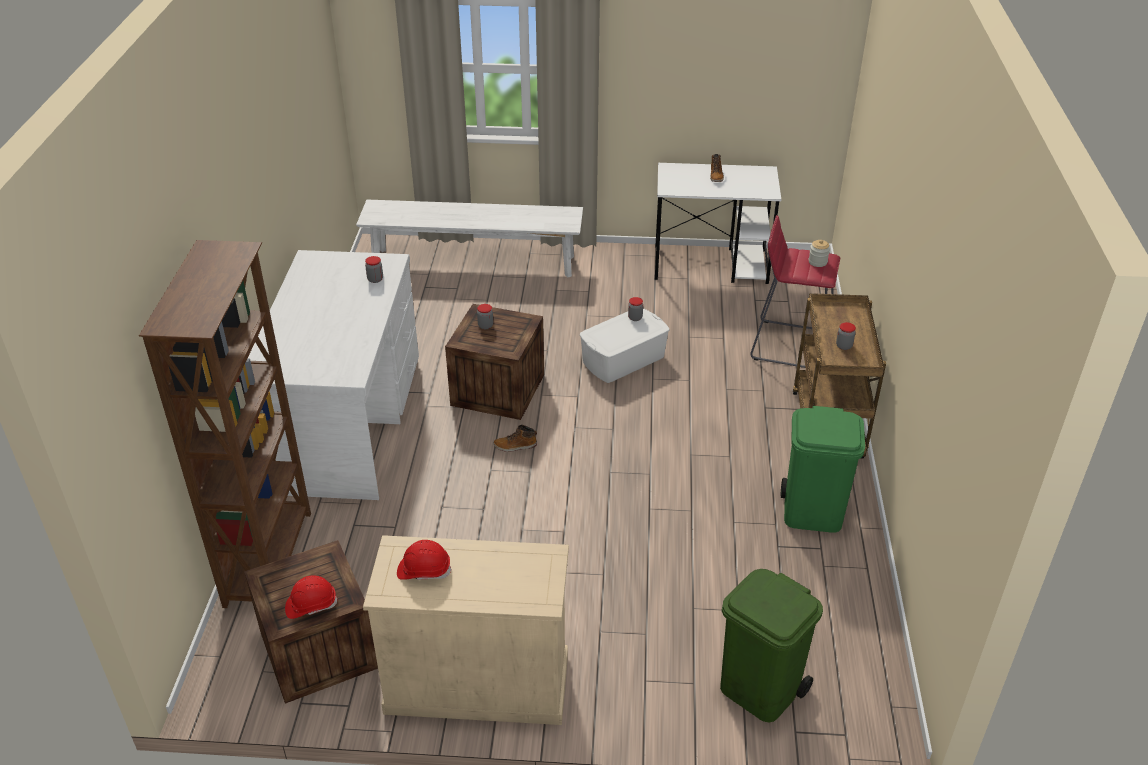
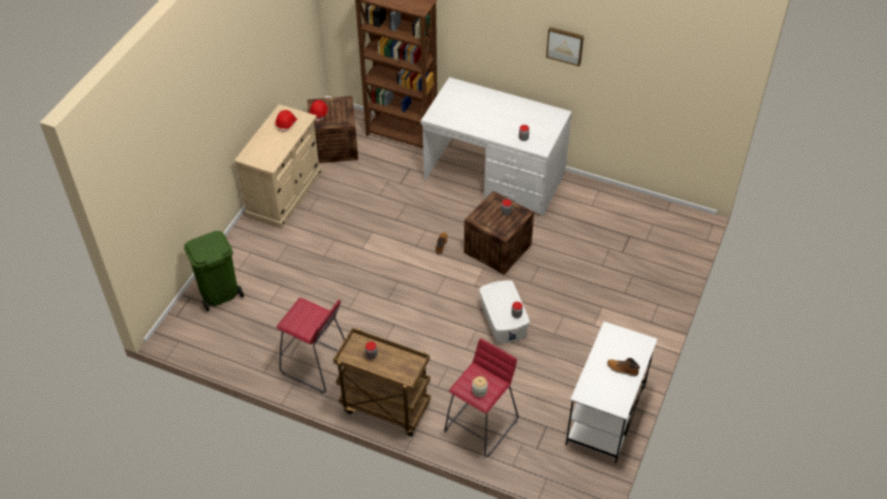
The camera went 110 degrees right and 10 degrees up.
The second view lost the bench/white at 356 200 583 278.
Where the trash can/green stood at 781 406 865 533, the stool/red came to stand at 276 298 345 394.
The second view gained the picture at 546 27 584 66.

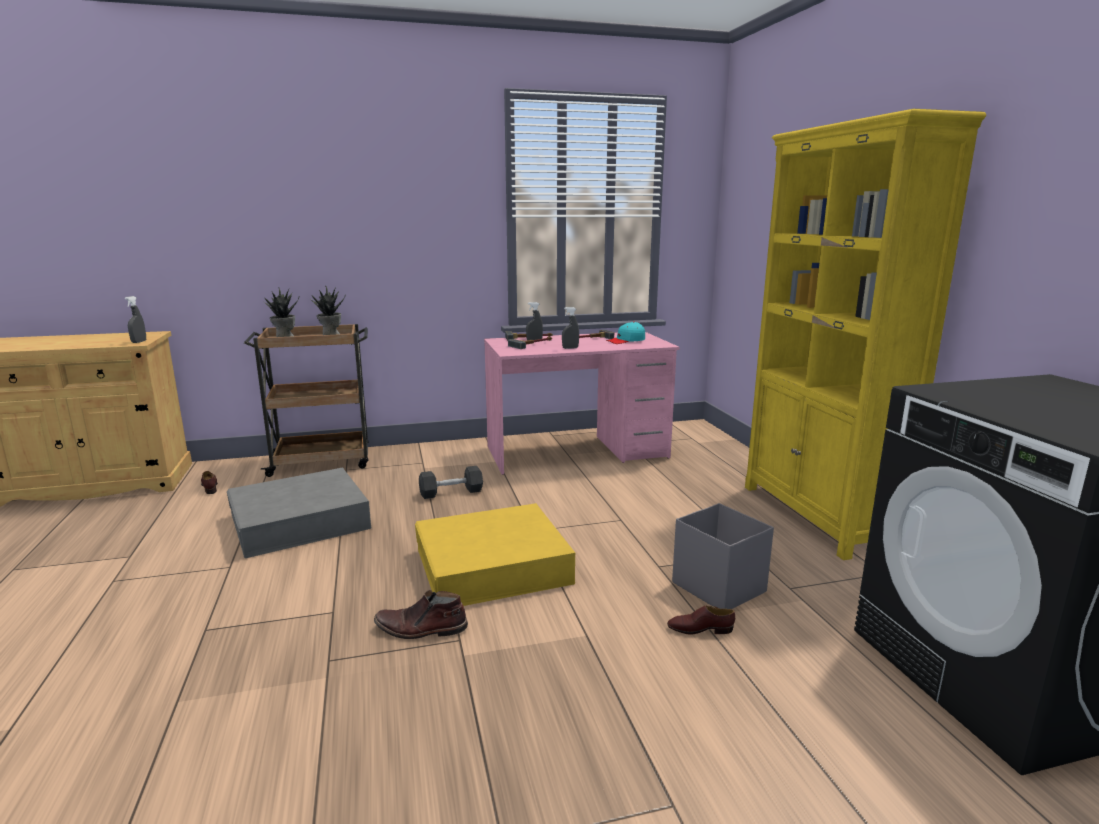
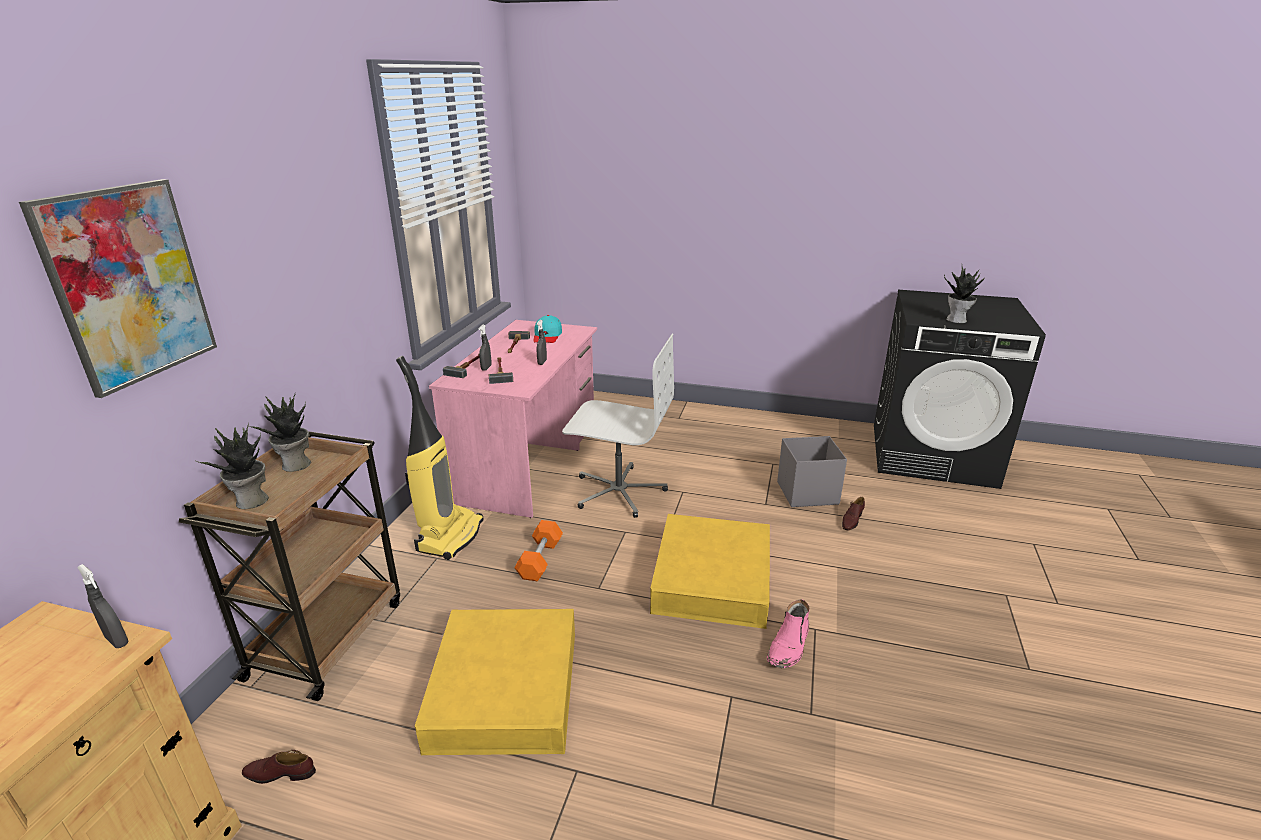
The camera went 60 degrees left and 10 degrees up.
The second view lost the bookcase/yellow at 745 109 986 560.
What was the dumbbell/grey at 419 466 483 499 turned into the dumbbell/orange at 514 520 563 581.
What was the storage box/grey at 227 468 371 558 turned into the storage box/yellow at 415 609 575 755.
What was the boot/brown at 374 590 468 639 turned into the boot/pink at 767 599 810 668.
The second view gained the picture at 19 179 217 398.
The second view gained the potted plant at 944 265 985 323.
The second view gained the office chair/white at 562 334 674 518.
The second view gained the vacuum cleaner at 396 356 484 560.

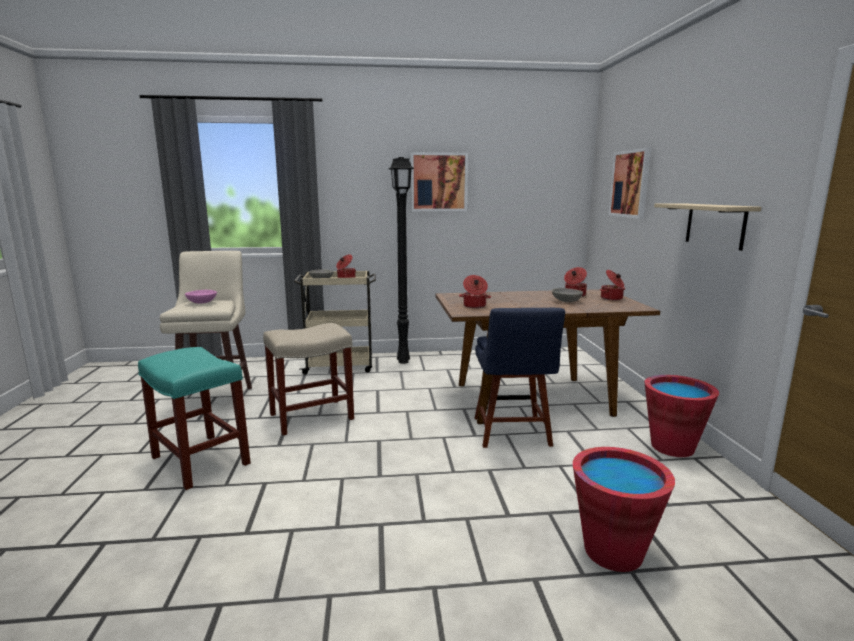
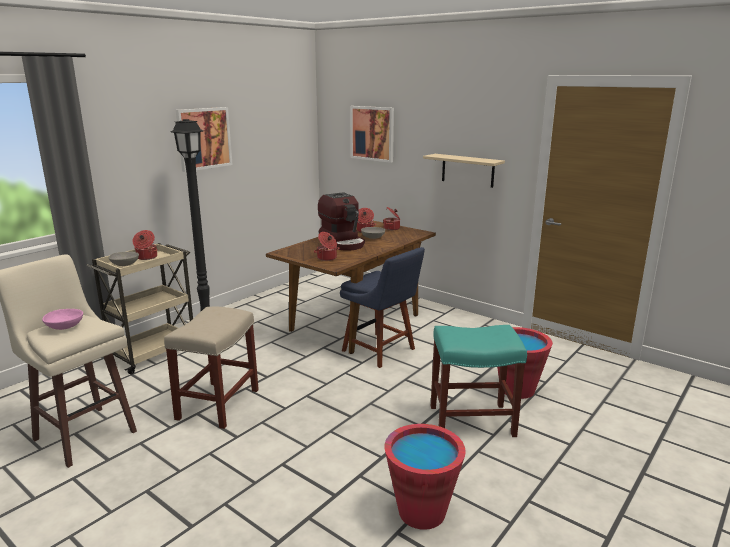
The camera went 45 degrees left and 5 degrees up.
The stool/turquoise ended up elsewhere, having gone from 138 347 251 490 to 431 325 527 437.
The bucket/red ended up elsewhere, having gone from 644 375 719 457 to 384 424 466 530.
The second view gained the coffee machine at 318 192 365 251.

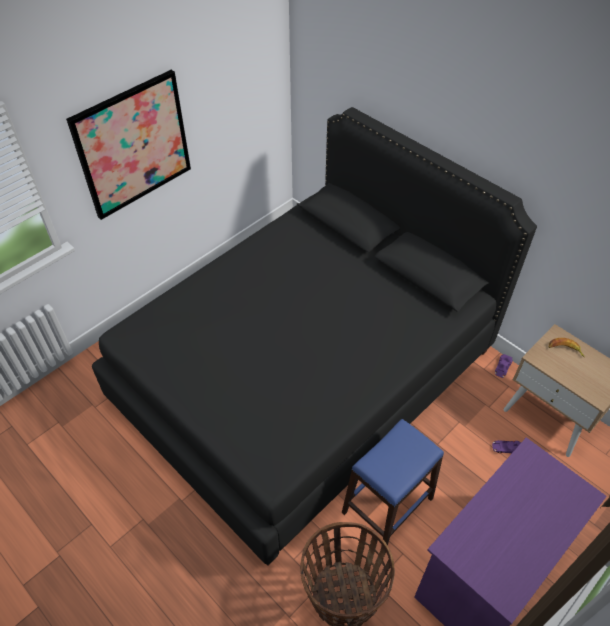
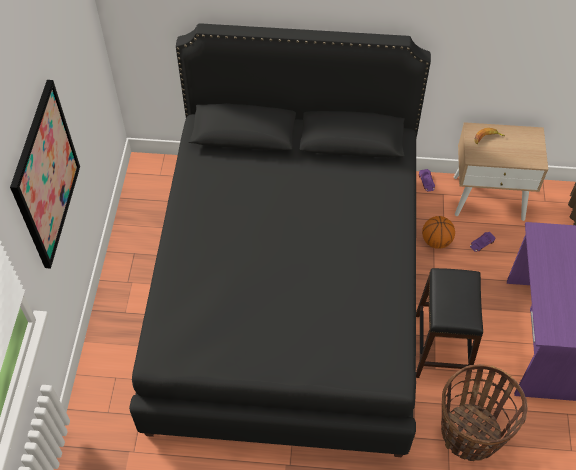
The camera went 40 degrees left and 5 degrees up.
What was the stool/blue at 342 419 444 548 turned into the stool/black at 416 268 483 378.
The second view gained the basketball at 422 216 455 249.

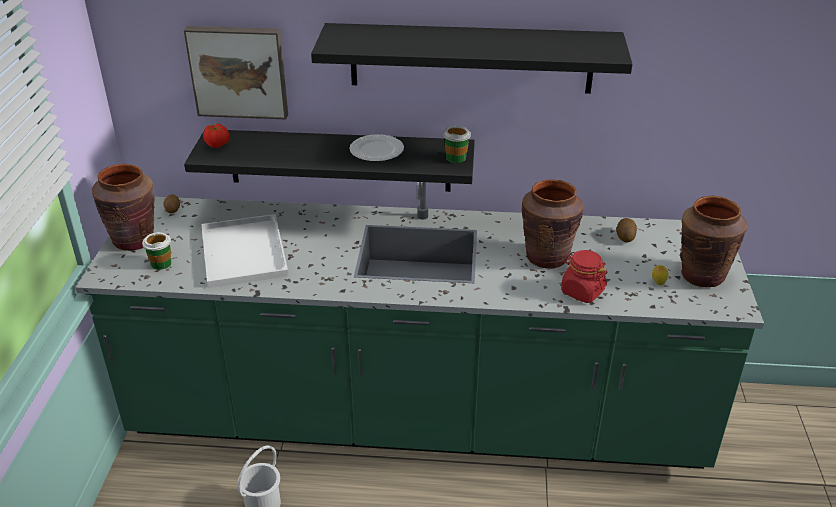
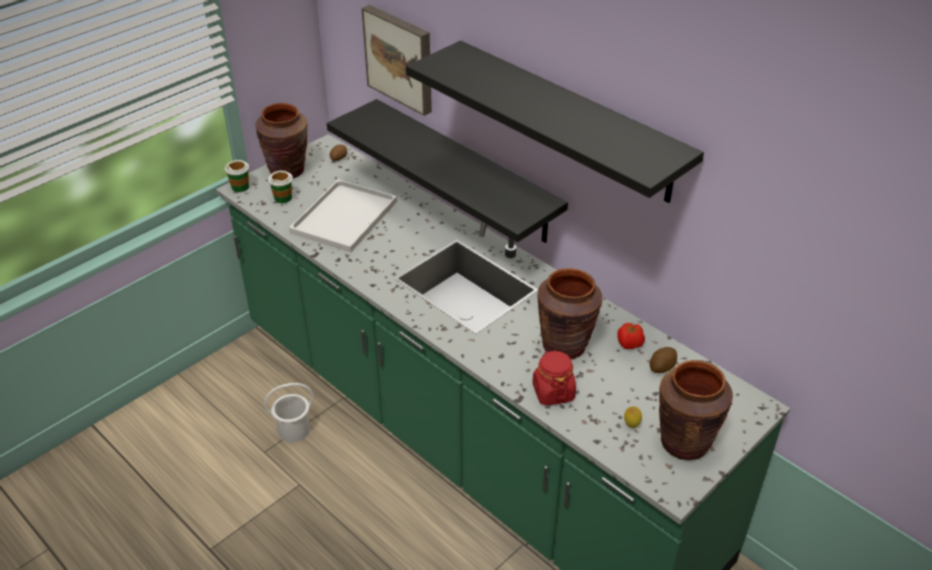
The camera went 40 degrees right and 5 degrees up.
The tomato ended up elsewhere, having gone from 203 123 229 148 to 617 322 645 349.
The cup ended up elsewhere, having gone from 443 126 471 163 to 225 160 249 192.
The second view lost the plate at 349 134 404 162.

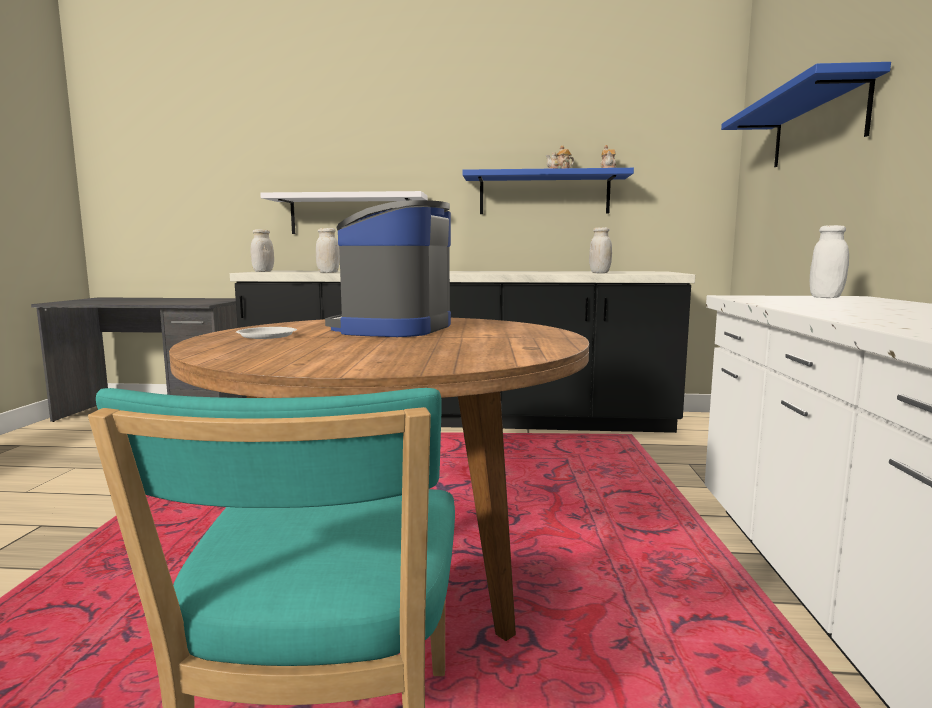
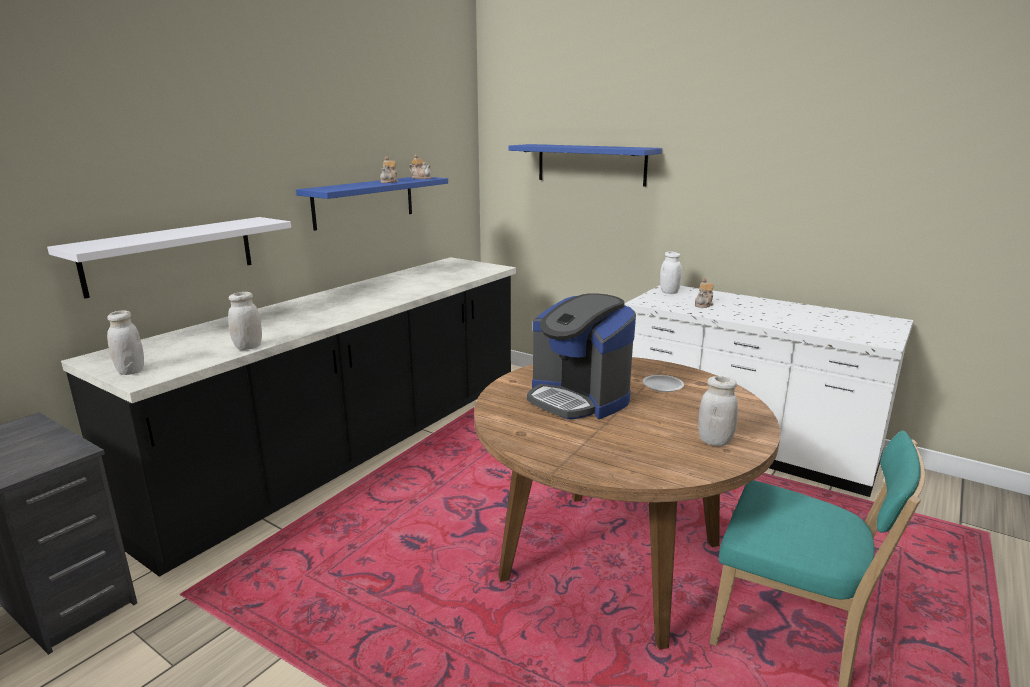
The camera went 60 degrees left and 10 degrees up.
The jar/white ended up elsewhere, having gone from 589 227 612 273 to 698 376 738 446.
The plate/white ended up elsewhere, having gone from 236 327 297 339 to 642 375 684 392.
The second view gained the teapot at 695 278 714 308.

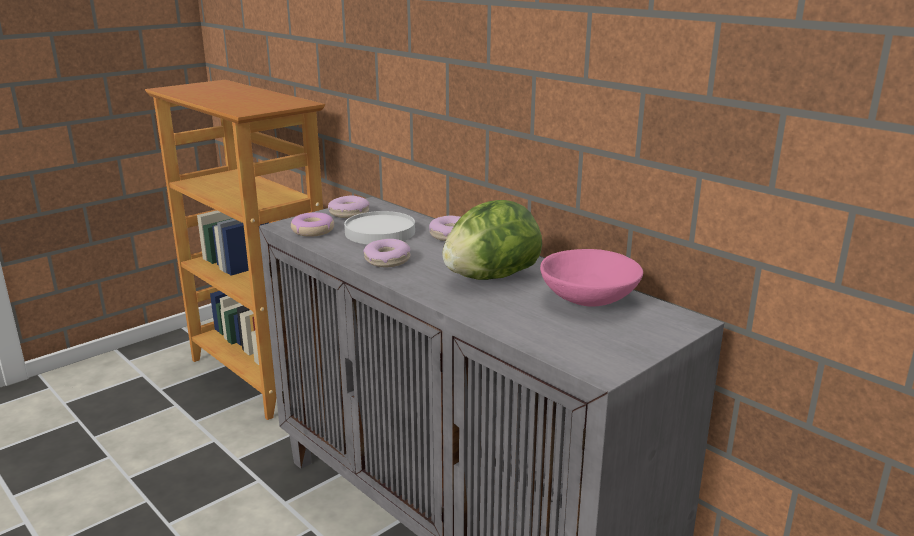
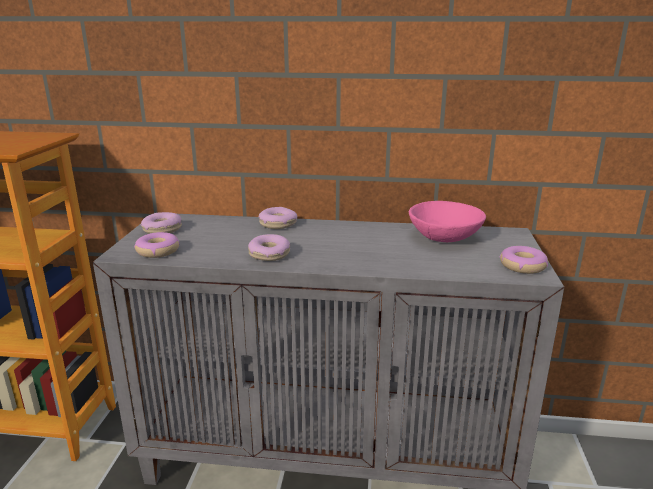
The camera went 40 degrees left and 0 degrees up.
The second view lost the lettuce at 442 200 542 280.
The second view lost the plate/white at 344 211 415 245.
The second view gained the donut at 500 246 548 274.

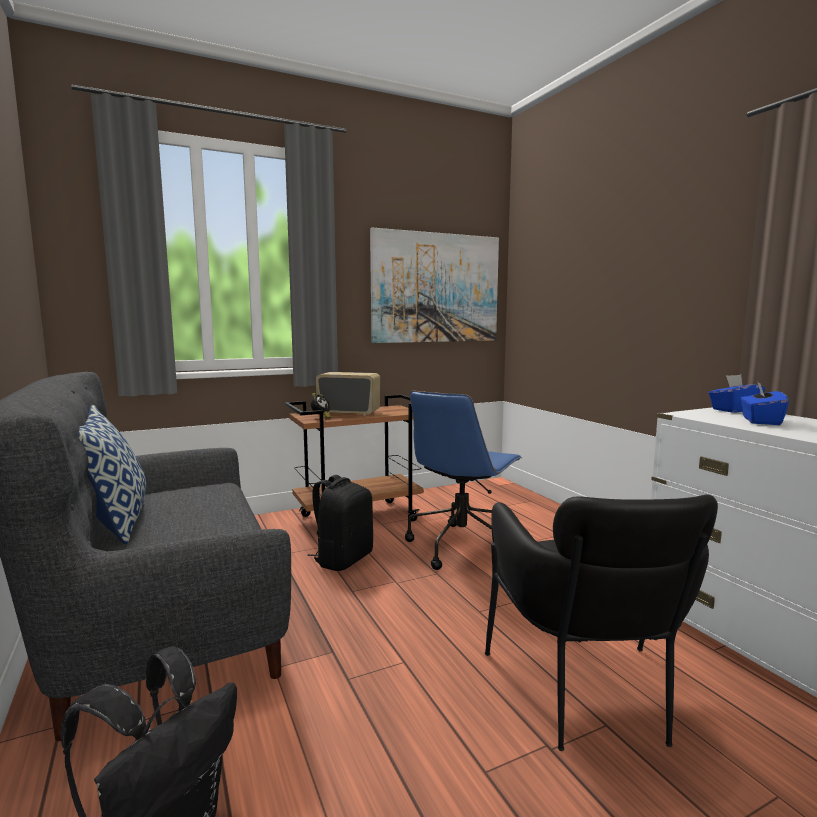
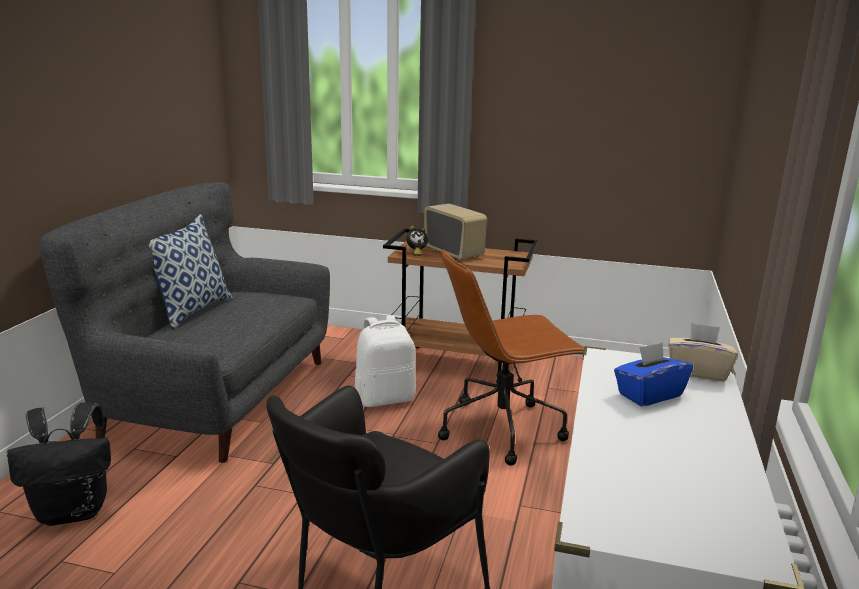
The camera went 40 degrees right and 10 degrees up.
The second view lost the picture at 370 228 499 343.
What was the tissue box/blue at 709 375 765 413 turned into the tissue box/beige at 668 323 738 382.
What was the office chair/blue at 405 391 522 570 turned into the office chair/brown at 438 249 584 466.
What was the backpack/black at 307 475 373 571 turned into the backpack/white at 355 315 416 407.

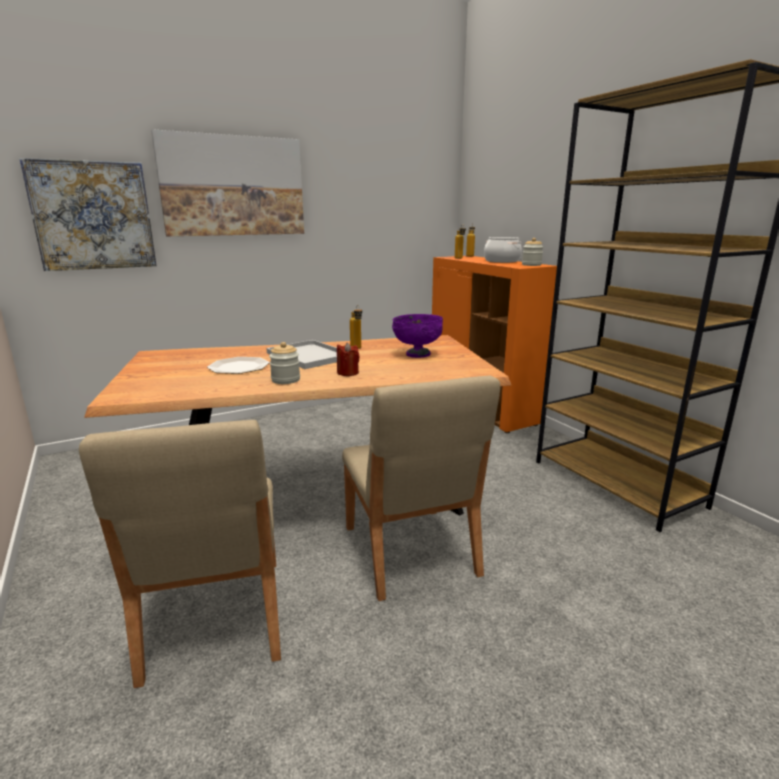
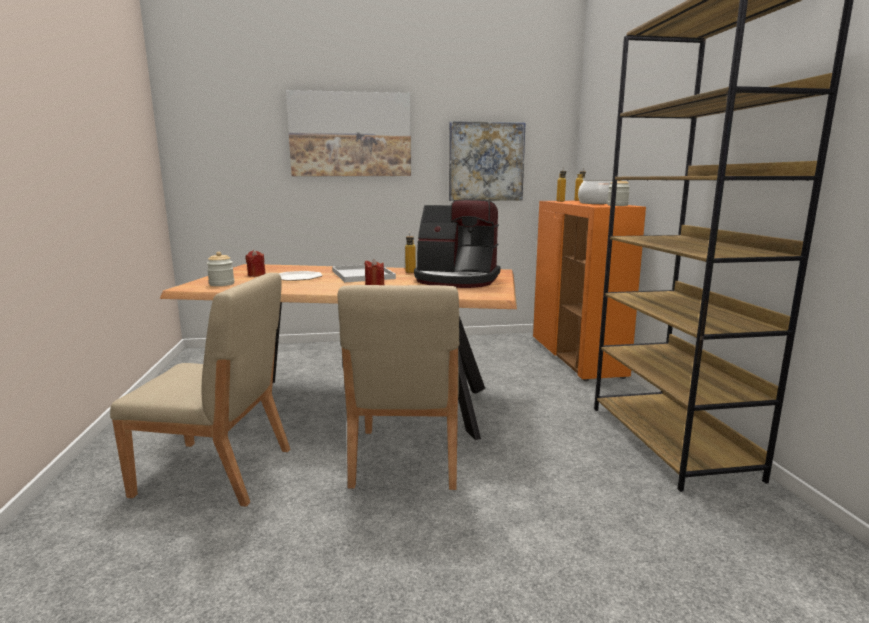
The camera went 20 degrees right and 5 degrees down.
The picture ended up elsewhere, having gone from 19 158 157 271 to 449 121 526 201.
Where the bowl/purple stood at 392 314 443 358, the coffee machine came to stand at 414 199 500 288.
The jar ended up elsewhere, having gone from 269 342 300 384 to 206 252 234 286.
The chair/beige at 79 420 281 688 ended up facing another way, 90 degrees counterclockwise from before.
The second view gained the candle/red at 245 250 266 277.

